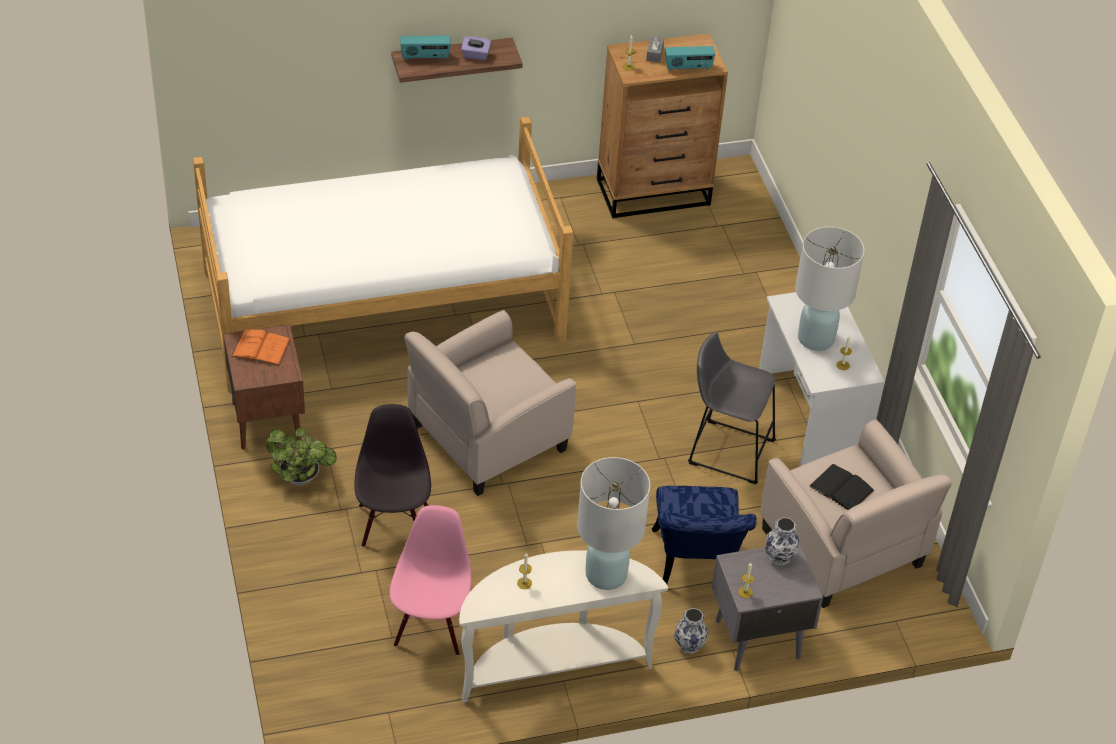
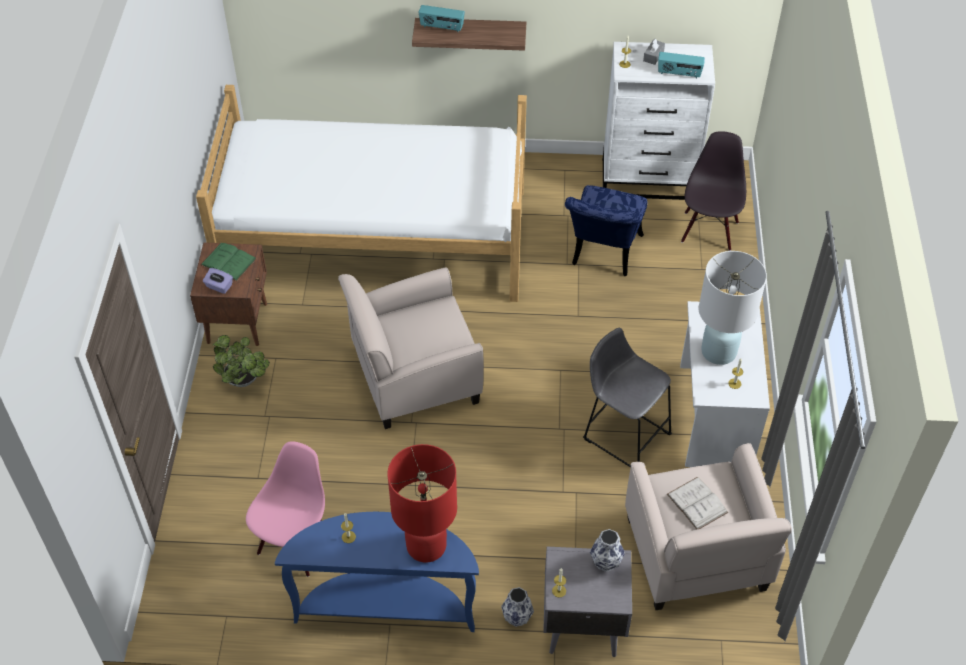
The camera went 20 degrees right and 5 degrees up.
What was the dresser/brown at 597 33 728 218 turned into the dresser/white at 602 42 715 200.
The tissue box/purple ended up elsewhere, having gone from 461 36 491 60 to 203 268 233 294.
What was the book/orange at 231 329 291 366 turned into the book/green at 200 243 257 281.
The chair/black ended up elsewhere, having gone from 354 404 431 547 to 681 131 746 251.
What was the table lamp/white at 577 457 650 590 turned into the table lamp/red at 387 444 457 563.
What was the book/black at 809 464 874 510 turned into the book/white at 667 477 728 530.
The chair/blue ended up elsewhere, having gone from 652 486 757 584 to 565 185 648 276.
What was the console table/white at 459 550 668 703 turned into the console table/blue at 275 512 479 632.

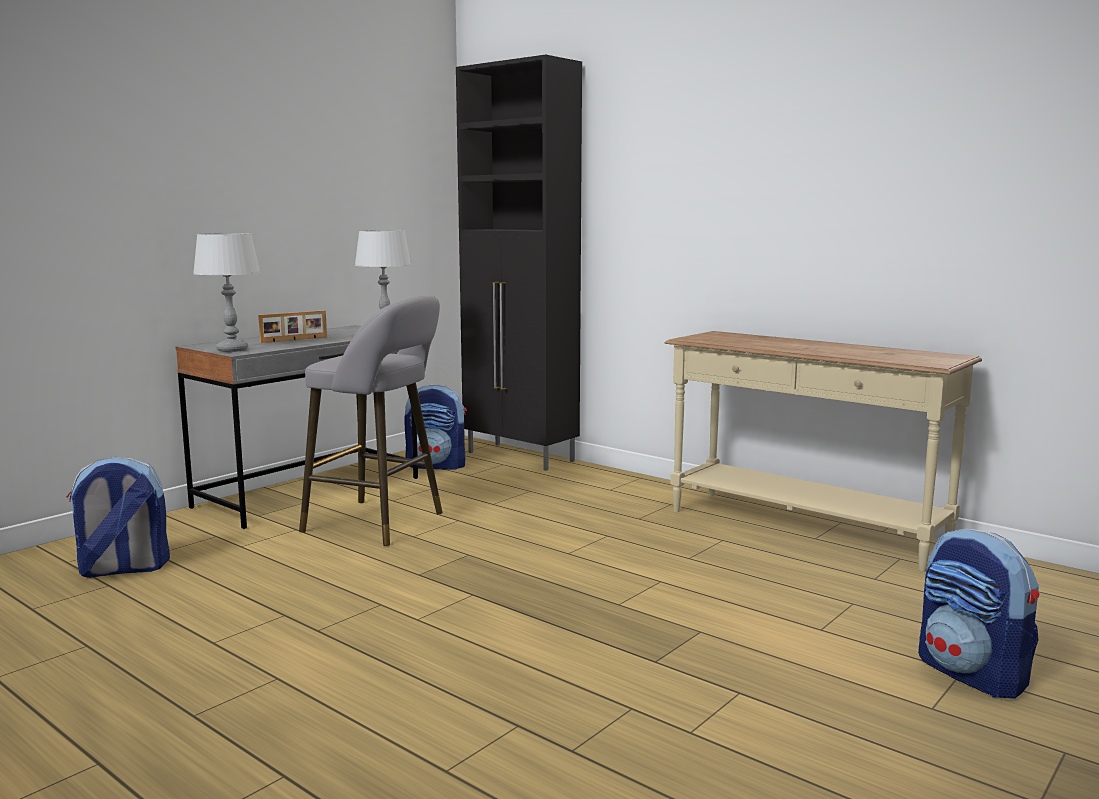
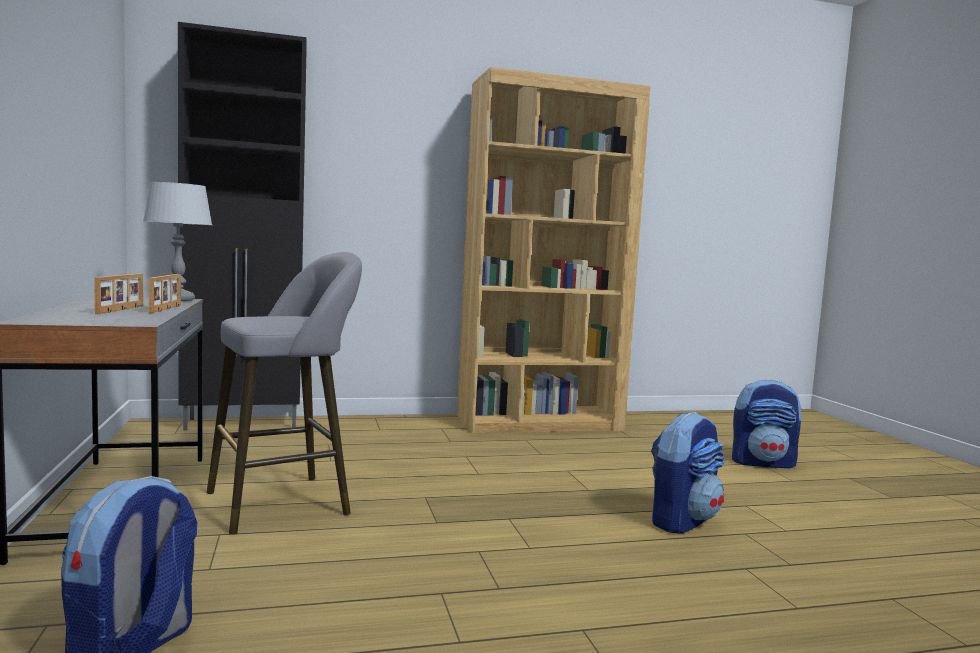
The camera went 55 degrees left and 5 degrees down.
The second view lost the table lamp/grey at 193 233 261 352.
Where the console table/beige stood at 665 331 982 572, the bookcase/brown came to stand at 457 67 650 433.
The backpack ended up elsewhere, having gone from 404 384 467 470 to 651 412 725 534.
The second view gained the picture frame at 149 274 181 313.

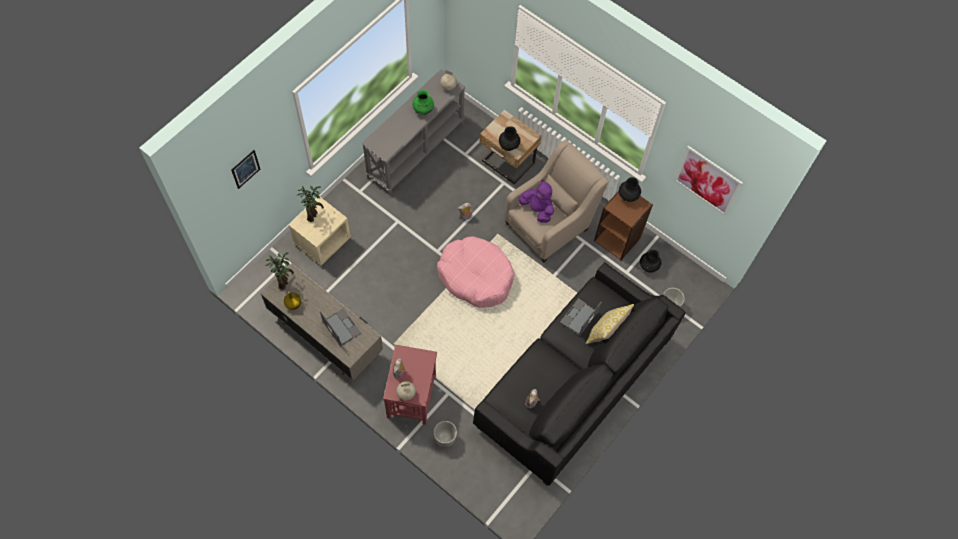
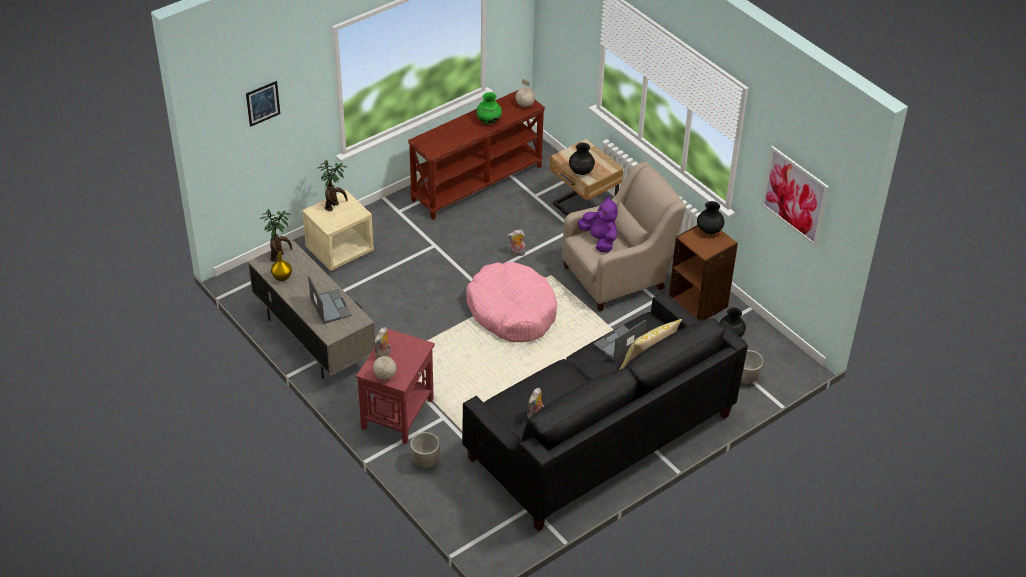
The camera went 15 degrees right and 20 degrees down.
What was the console table/grey at 362 69 466 195 turned into the console table/brown at 408 90 545 220.

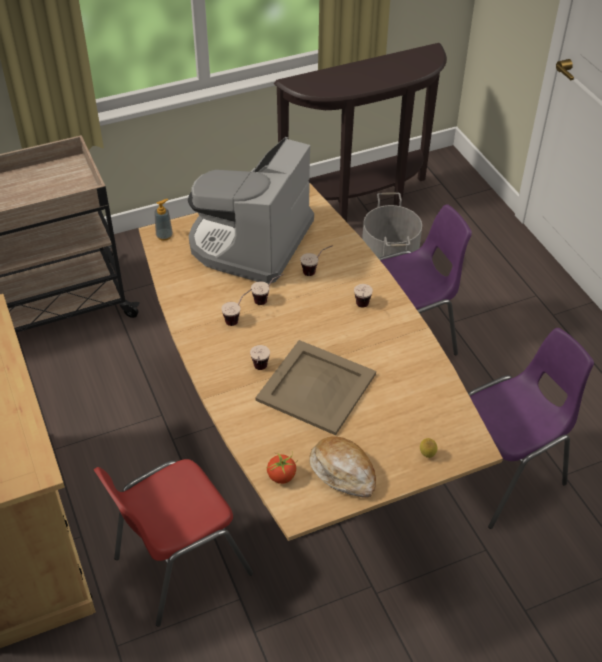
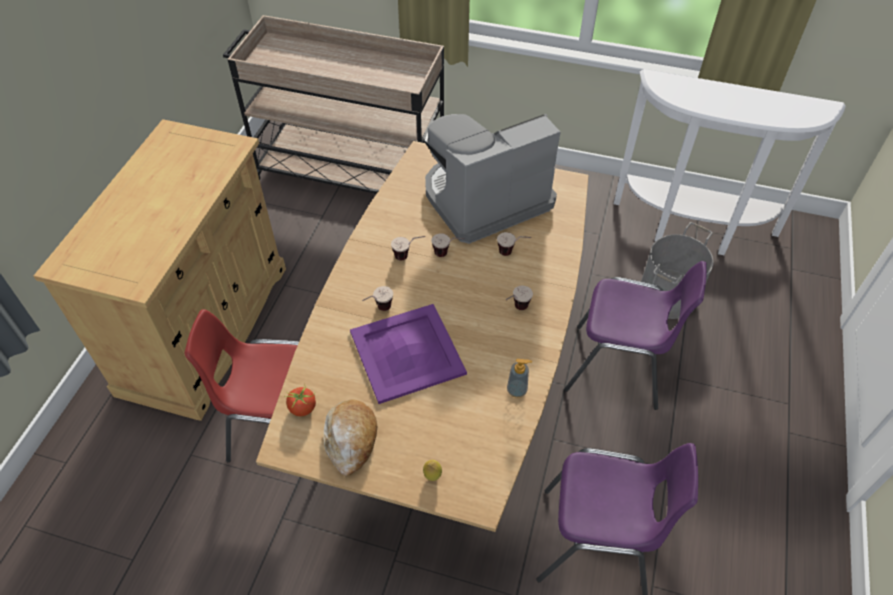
The camera went 40 degrees right and 5 degrees up.
What was the console table/brown at 274 43 447 222 turned into the console table/white at 614 69 846 255.
The soap dispenser ended up elsewhere, having gone from 154 199 173 241 to 507 359 532 398.
What was the tray/beige at 255 340 376 435 turned into the tray/purple at 350 304 467 404.

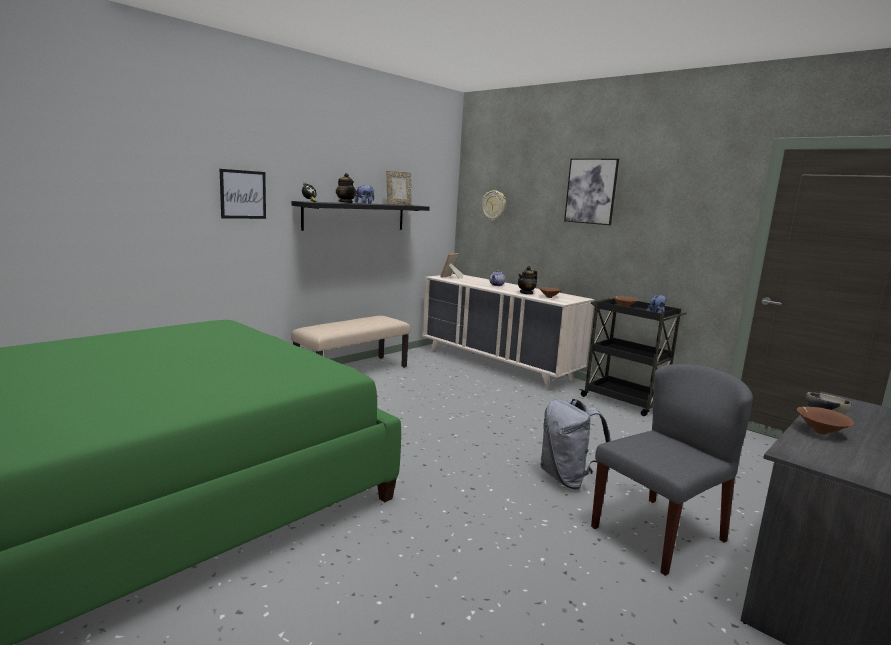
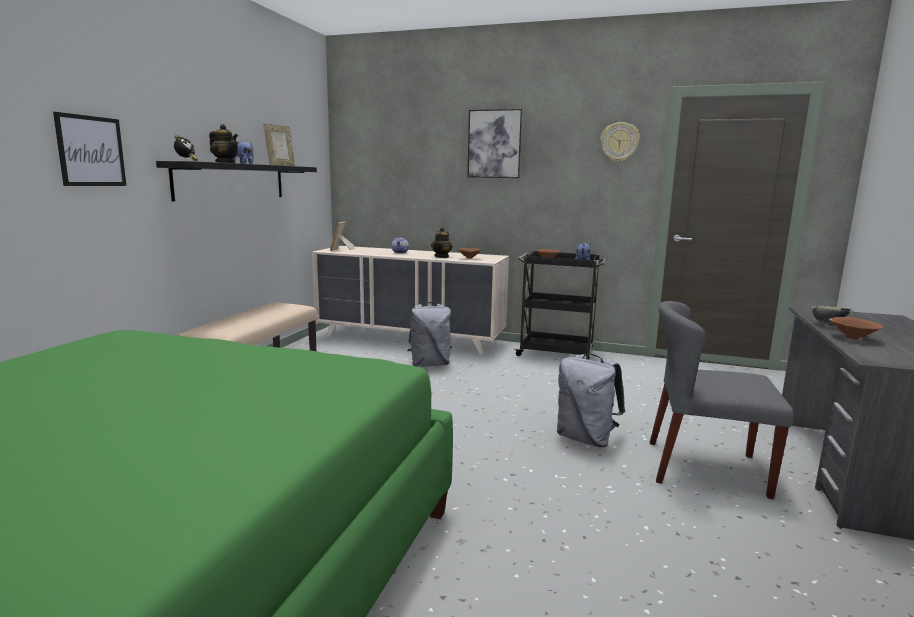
The camera went 25 degrees left and 0 degrees up.
The wall clock ended up elsewhere, having gone from 482 190 506 221 to 600 122 640 162.
The chair/grey at 591 364 753 576 ended up facing another way, 105 degrees counterclockwise from before.
The second view gained the backpack/grey at 407 302 452 367.

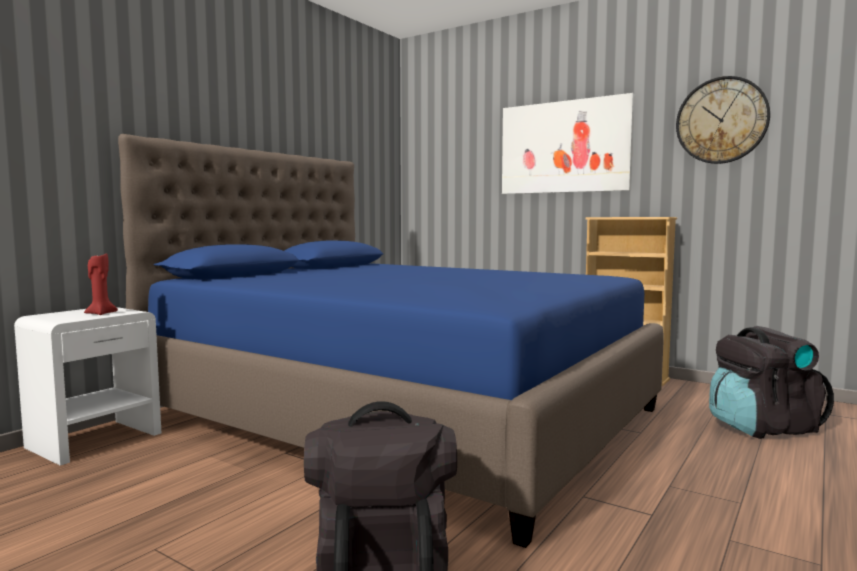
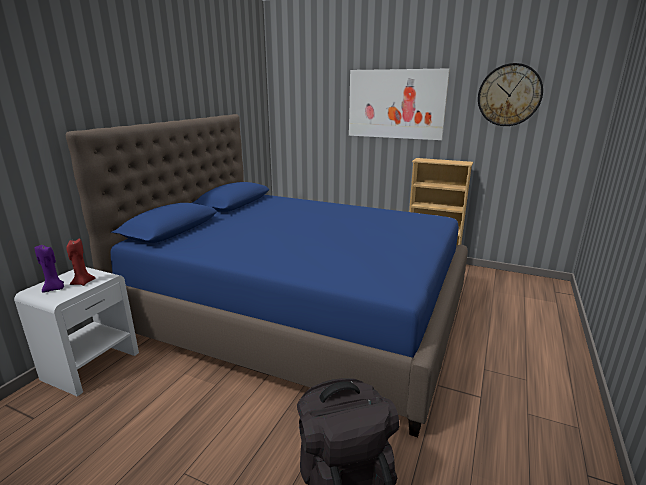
The camera went 10 degrees left and 15 degrees up.
The second view lost the backpack/black at 709 326 834 439.
The second view gained the candle/purple at 34 245 64 293.

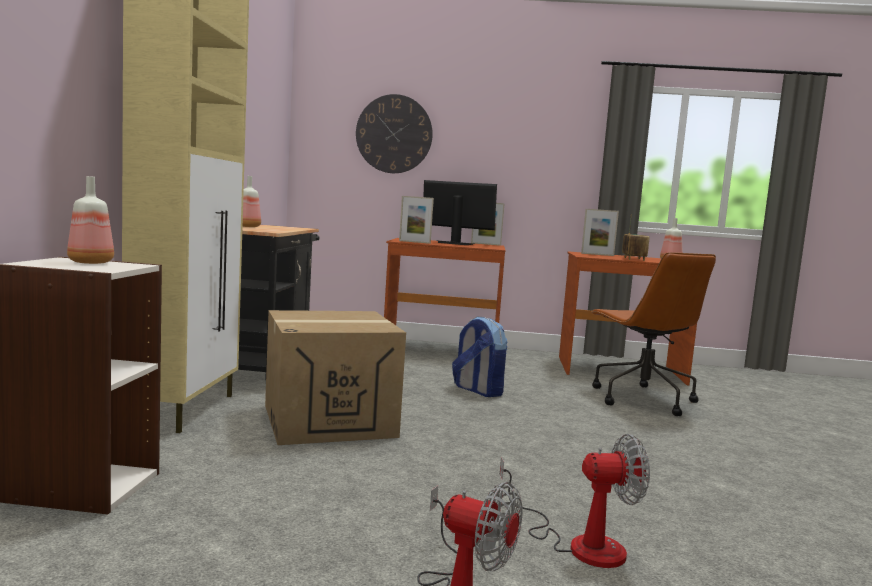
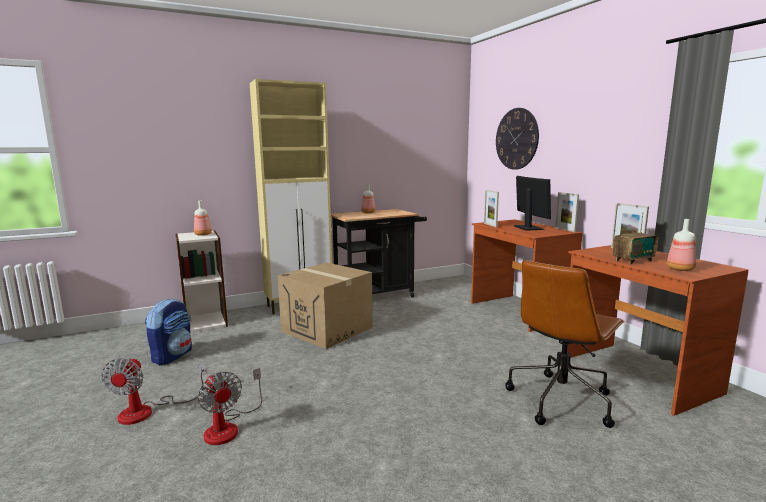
The camera went 60 degrees right and 5 degrees up.
The backpack ended up elsewhere, having gone from 452 316 507 397 to 145 298 192 365.

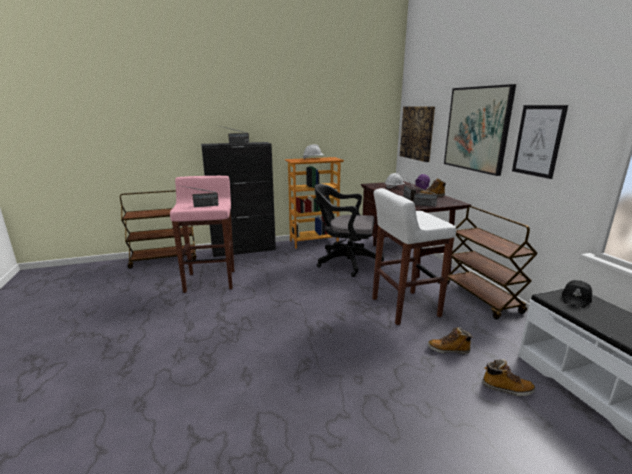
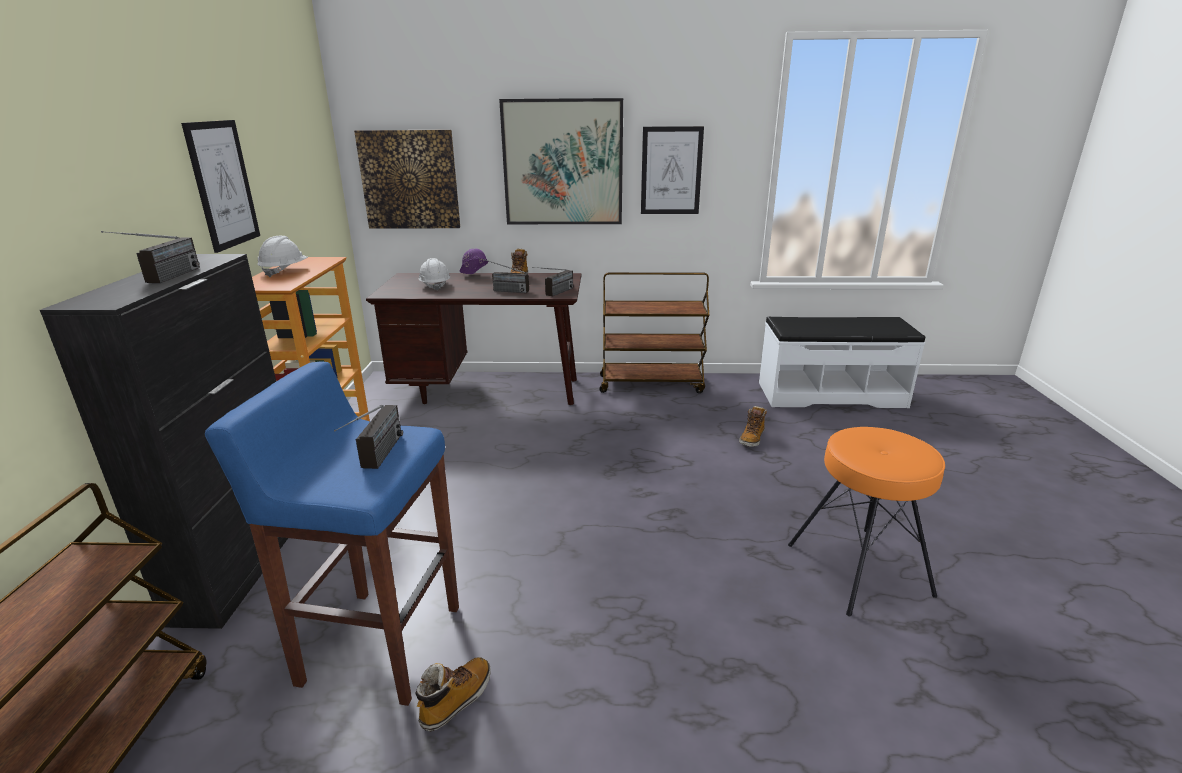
The camera went 70 degrees left and 5 degrees up.
What was the stool/pink at 170 176 235 293 turned into the stool/blue at 205 361 459 706.
The second view lost the office chair/black at 314 184 384 277.
The second view lost the stool/white at 372 188 456 325.
The second view lost the cap/black at 561 280 592 308.
The boot ended up elsewhere, having gone from 482 359 535 396 to 415 657 491 731.
The second view gained the picture at 181 120 260 253.
The second view gained the stool/orange at 788 427 945 616.

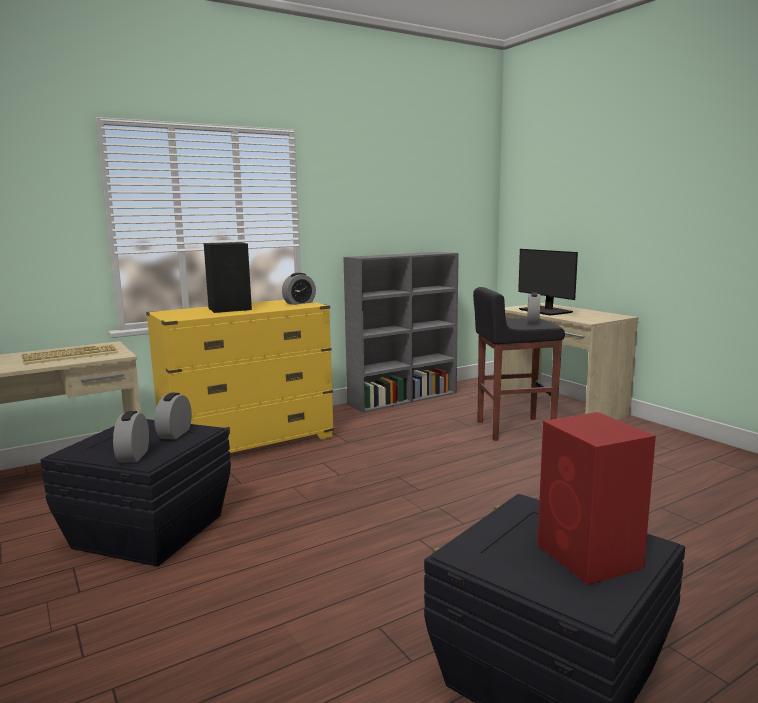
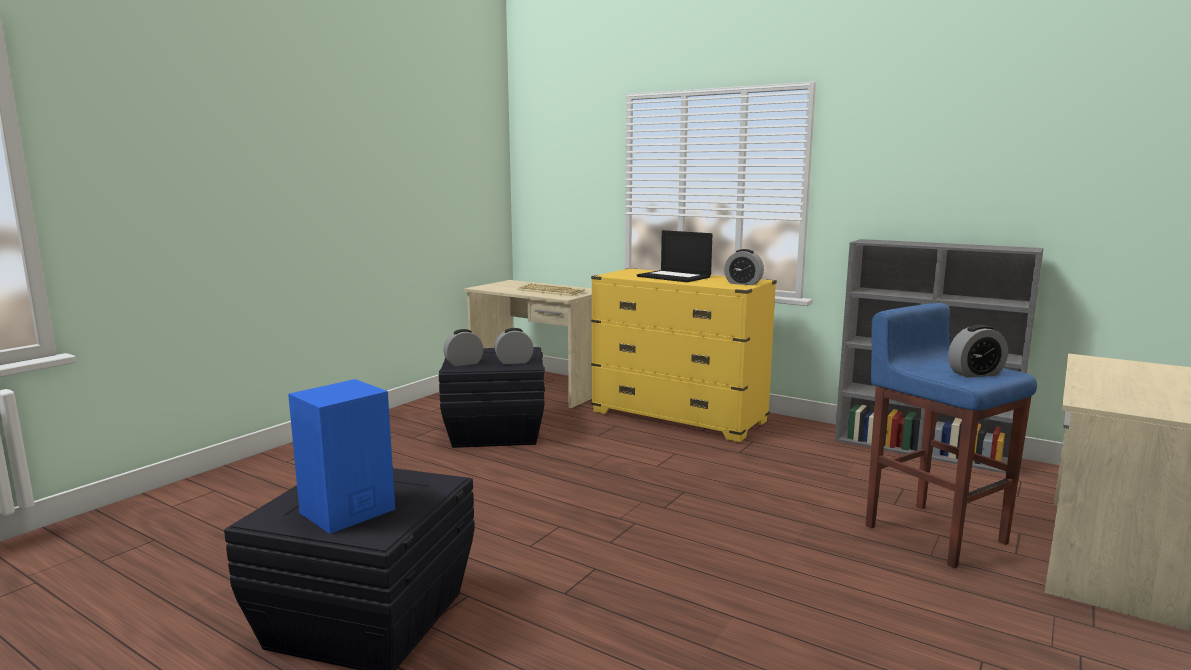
The camera went 65 degrees right and 0 degrees up.
Where the speaker/black stood at 204 242 252 313, the laptop came to stand at 637 230 712 282.
The second view lost the monitor at 518 249 578 316.
What was the stool/black at 473 287 565 441 turned into the stool/blue at 866 303 1037 569.
What was the speaker/red at 537 412 656 585 turned into the speaker/blue at 288 379 395 534.

